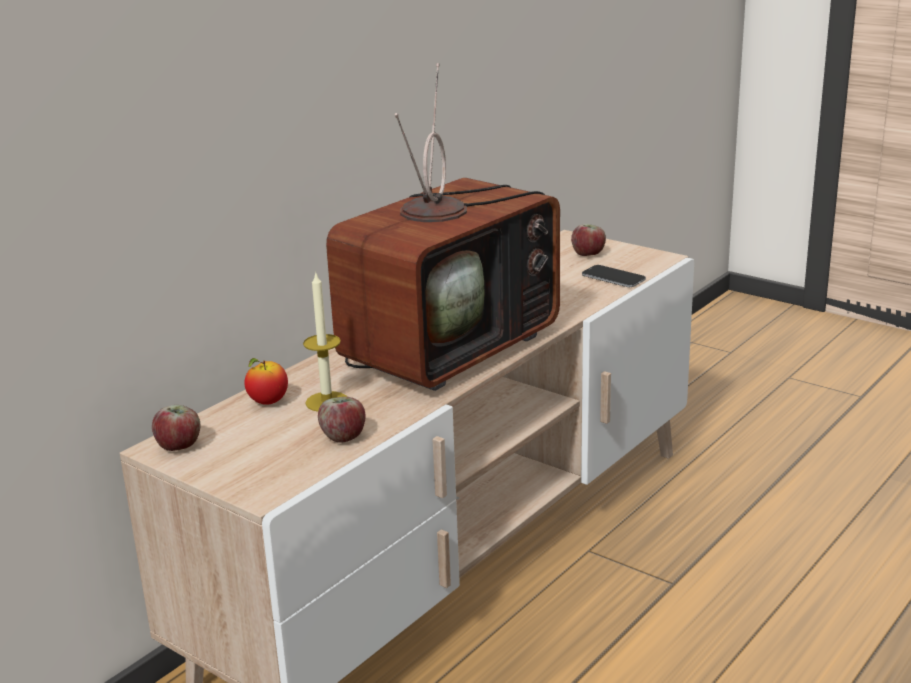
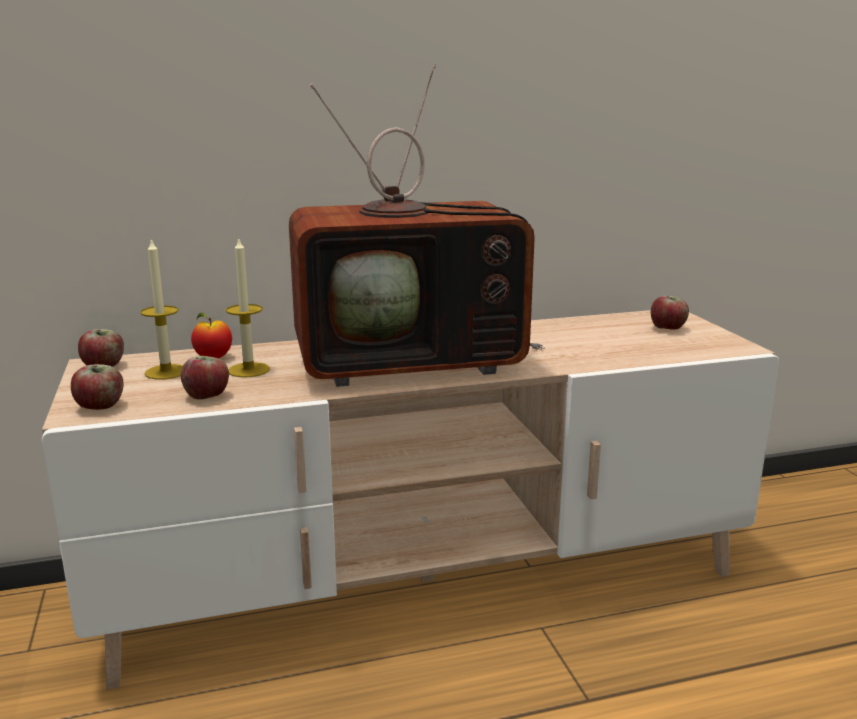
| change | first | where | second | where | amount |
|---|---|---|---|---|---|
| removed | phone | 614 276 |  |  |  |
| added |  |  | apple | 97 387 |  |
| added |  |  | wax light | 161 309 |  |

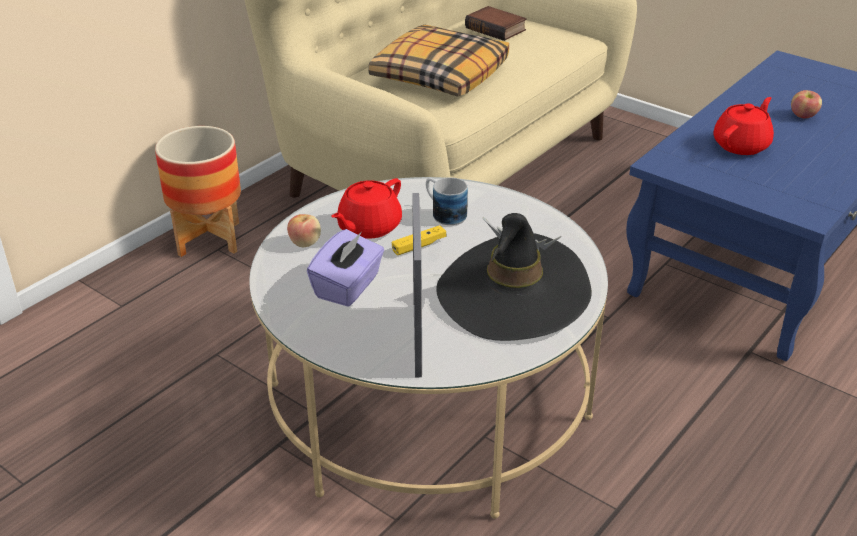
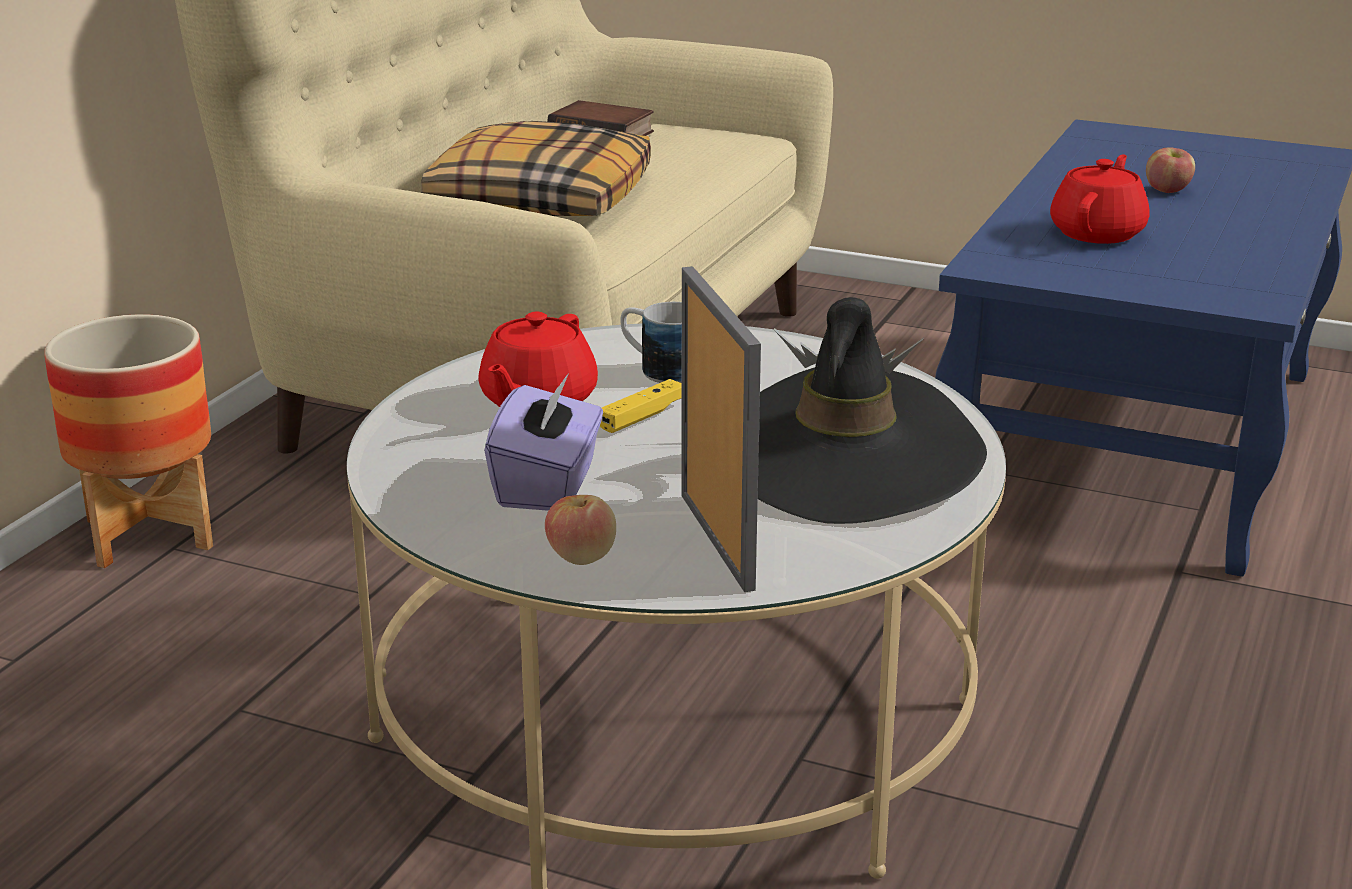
| change | first | where | second | where | amount |
|---|---|---|---|---|---|
| moved | apple | 304 230 |  | 580 530 |  |

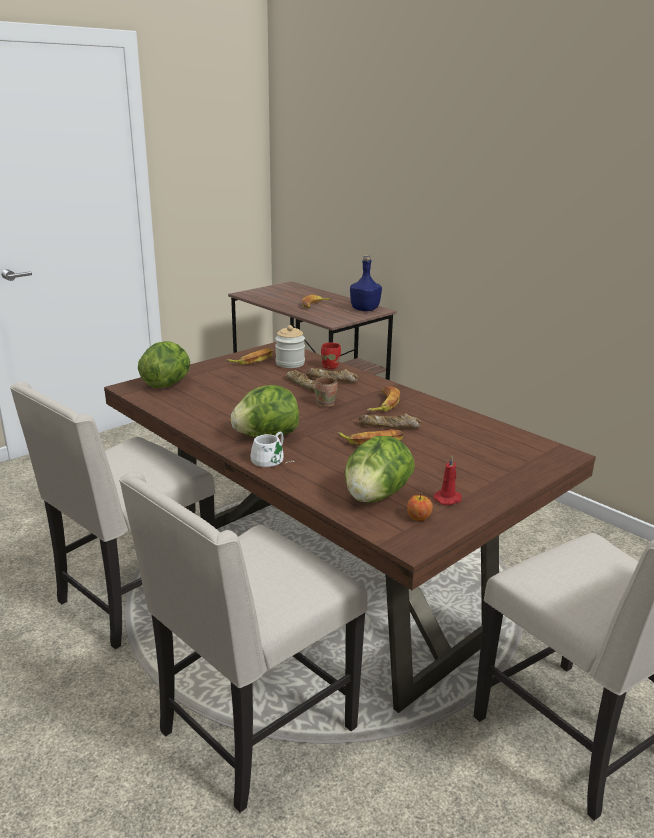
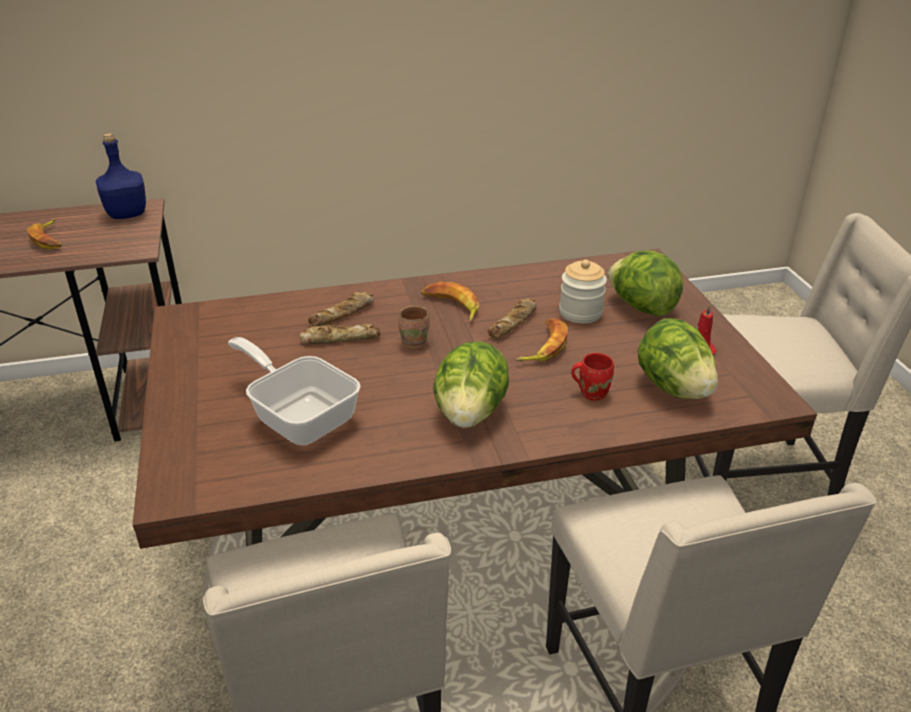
| change | first | where | second | where | amount |
|---|---|---|---|---|---|
| removed | whole banana | 249 356 |  |  |  |
| removed | white-coloured mug | 272 449 |  |  |  |
| removed | apple | 420 507 |  |  |  |
| added |  |  | frying pan | 294 391 |  |
| moved | head of lettuce | 164 364 |  | 645 283 |  |
| moved | preserve jar | 290 346 |  | 583 291 |  |
| moved | red mug | 331 355 |  | 592 377 |  |

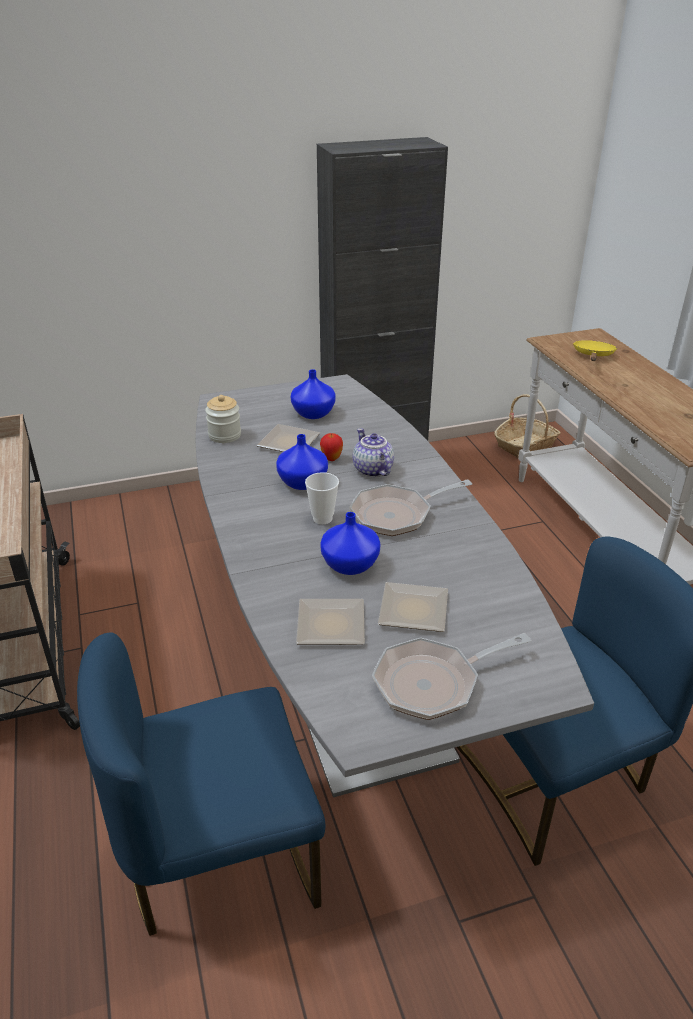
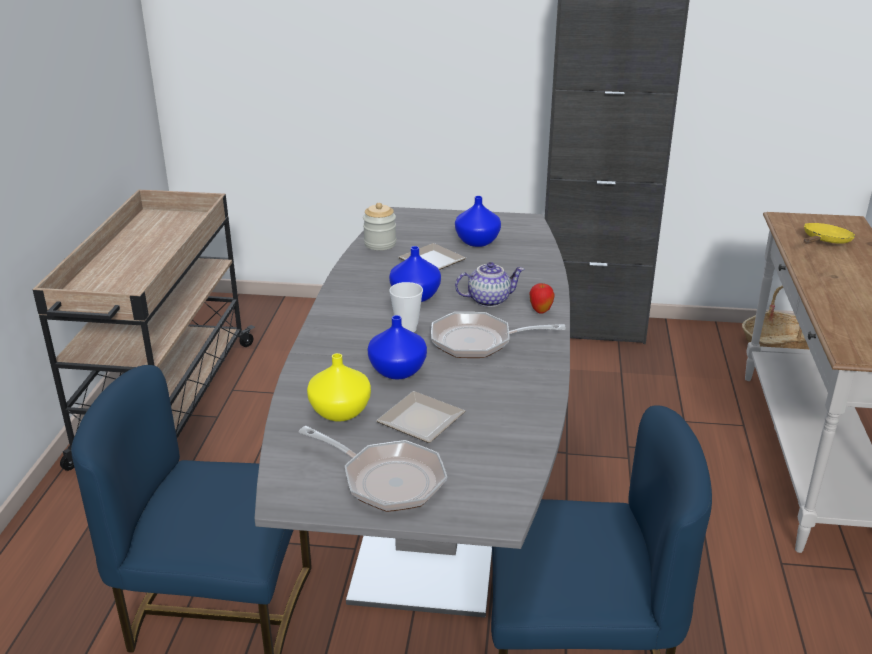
| change | first | where | second | where | amount |
|---|---|---|---|---|---|
| moved | apple | 331 447 |  | 542 298 |  |
| replaced | dinner plate | 330 622 | yellowish decorative vase | 339 387 |  |
| turned | tea pot | 373 452 |  | 490 284 | 75 degrees clockwise |
| turned | frying pan | 451 676 |  | 373 469 | 150 degrees counterclockwise |

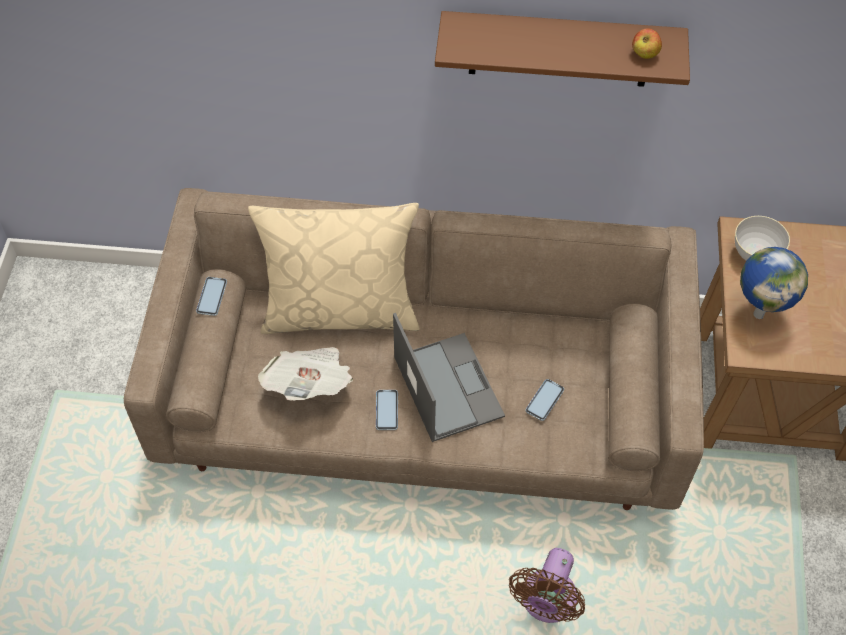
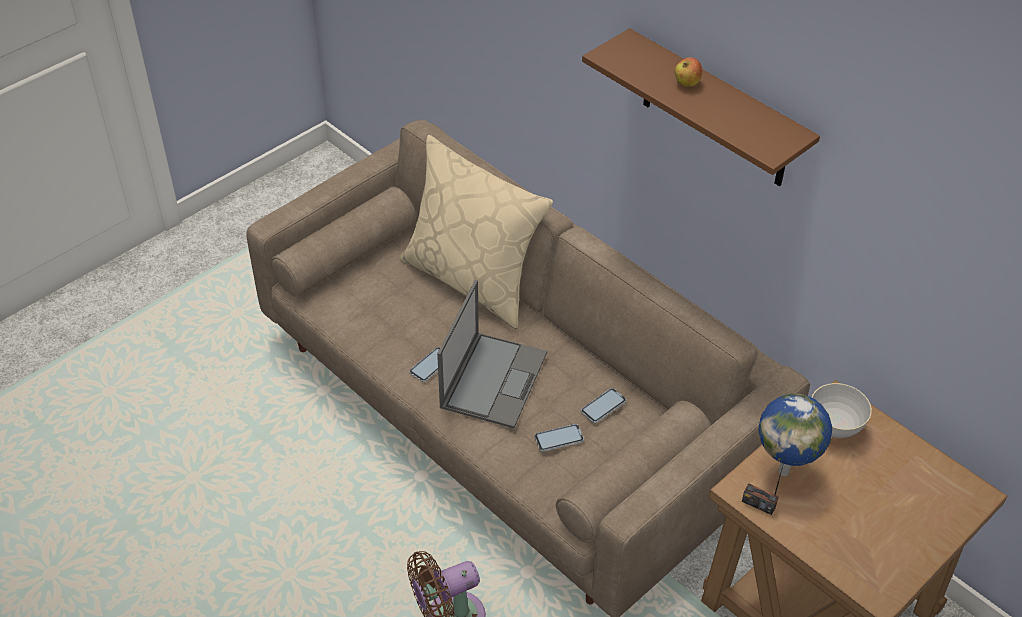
| change | first | where | second | where | amount |
|---|---|---|---|---|---|
| removed | printed paper | 305 374 |  |  |  |
| added |  |  | radio set | 764 485 |  |
| moved | phone | 211 296 |  | 603 405 |  |
| moved | apple | 647 44 |  | 689 72 |  |

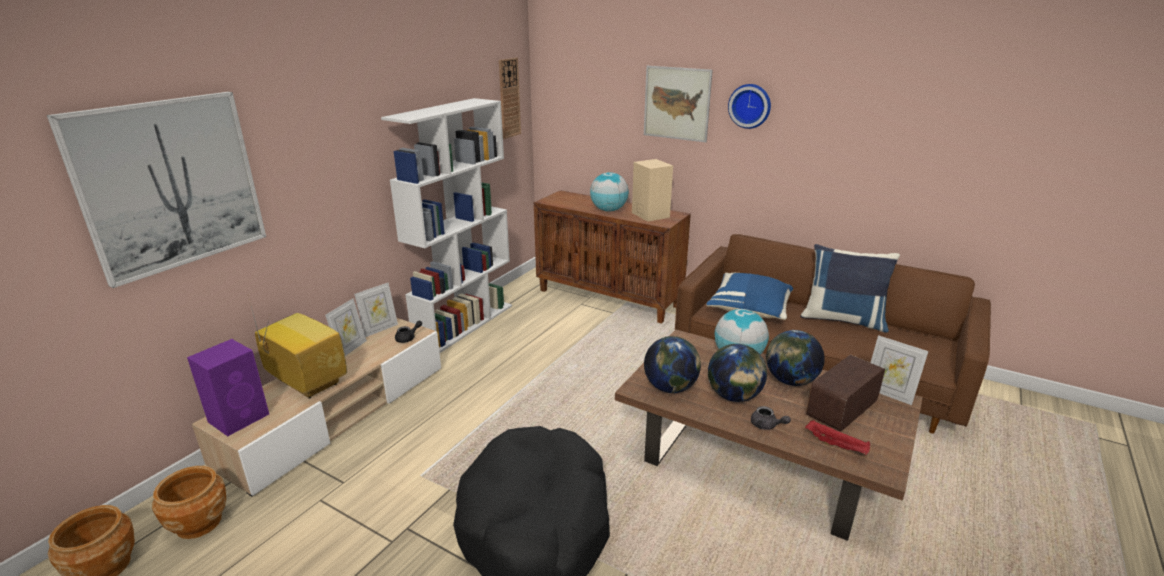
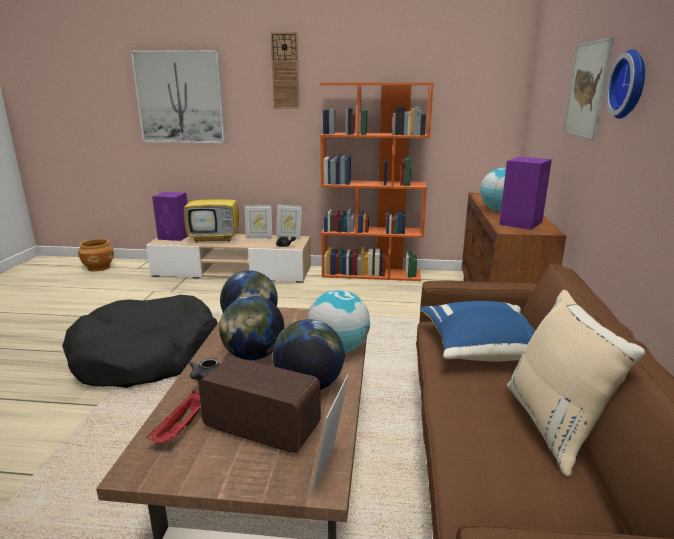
| change | first | where | second | where | amount |
|---|---|---|---|---|---|
| removed | brown planter | 189 502 |  |  |  |
| moved | hanging clock | 510 98 |  | 285 70 |  |
| recoloured | white-coloured shelving unit | 446 225 | orangey shelving unit | 377 182 |  |
| recoloured | beige-coloured speaker | 652 190 | purple speaker | 525 193 |  |
| recoloured | bluish throw pillow | 850 288 | beige-coloured throw pillow | 576 383 |  |
| turned | TV set | 297 347 |  | 211 207 | 75 degrees clockwise |

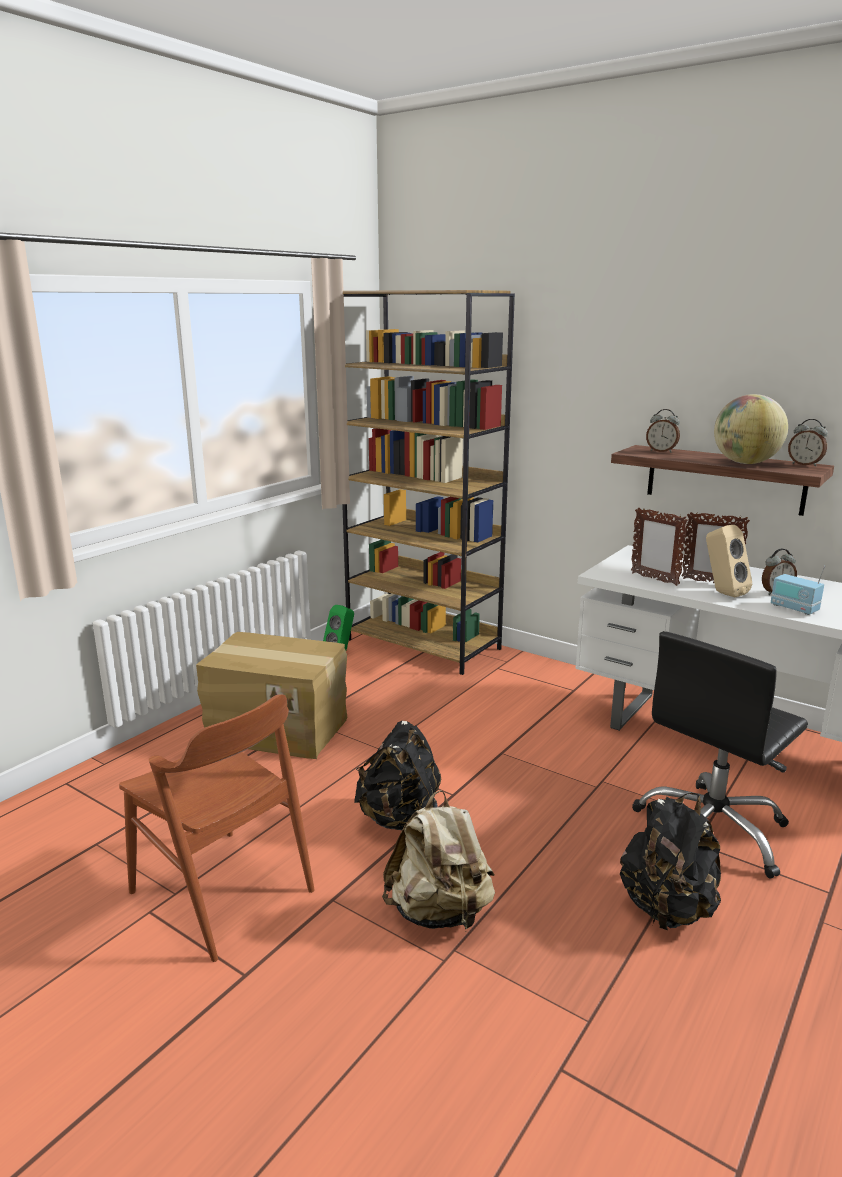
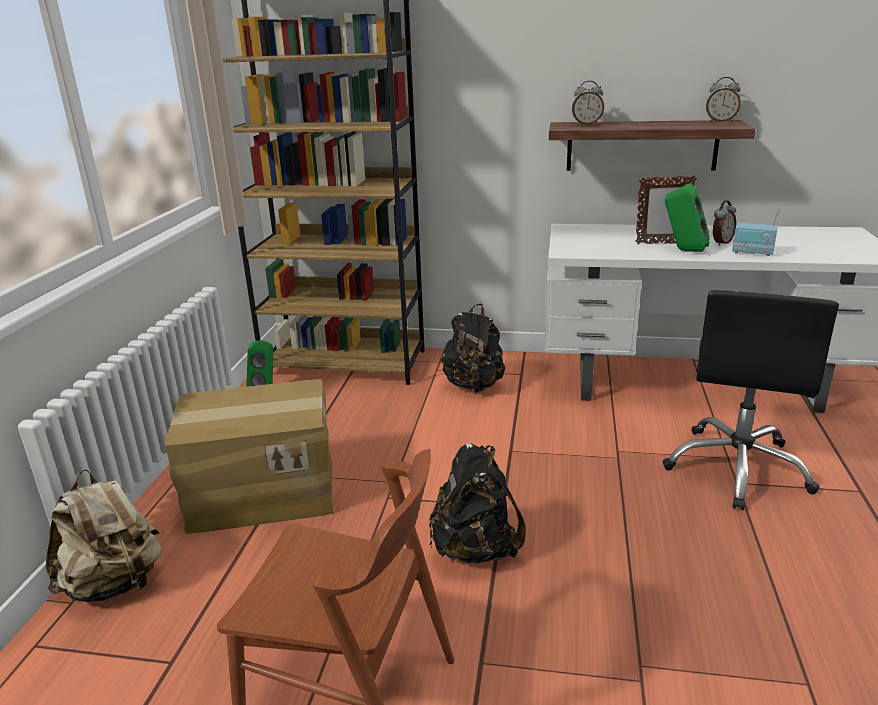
| change | first | where | second | where | amount |
|---|---|---|---|---|---|
| removed | picture frame | 659 547 |  |  |  |
| removed | desk globe | 751 429 |  |  |  |
| moved | beige-coloured backpack | 438 861 |  | 104 535 |  |
| moved | blackish backpack | 670 862 |  | 473 348 |  |
| recoloured | beige-coloured speaker | 729 561 | green speaker | 687 218 |  |

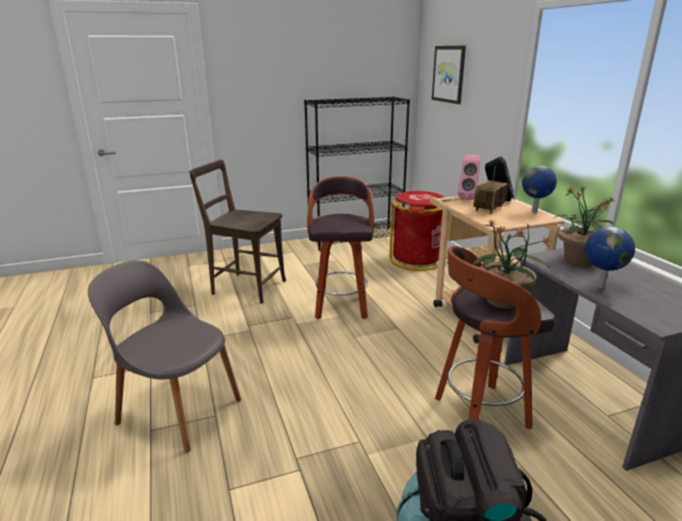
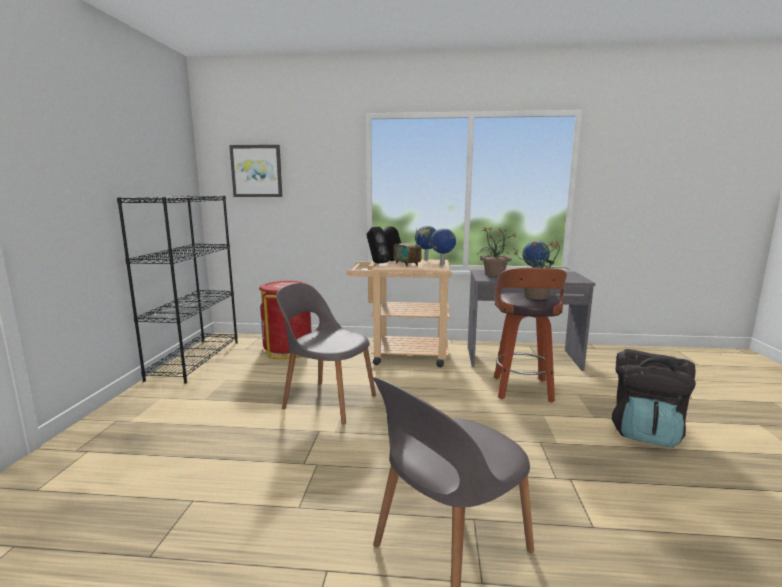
| change | first | where | second | where | amount |
|---|---|---|---|---|---|
| removed | brown plain chair | 237 231 |  |  |  |
| added |  |  | desk globe | 443 247 |  |
| replaced | sitting stool | 340 247 | greyish plain chair | 326 353 |  |
| recoloured | pink-coloured speaker | 469 177 | blackish speaker | 378 245 |  |

